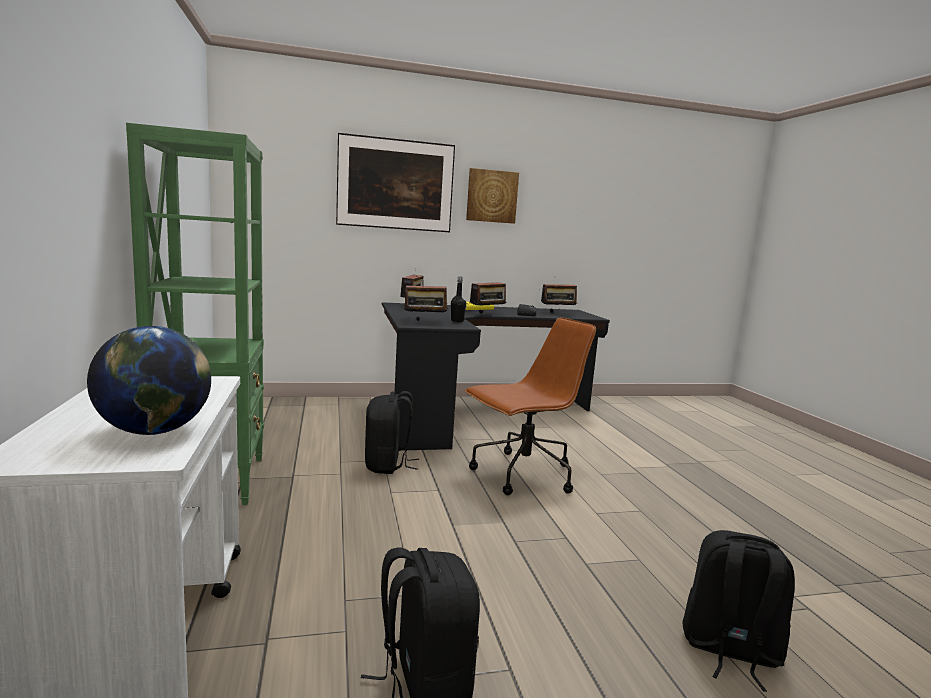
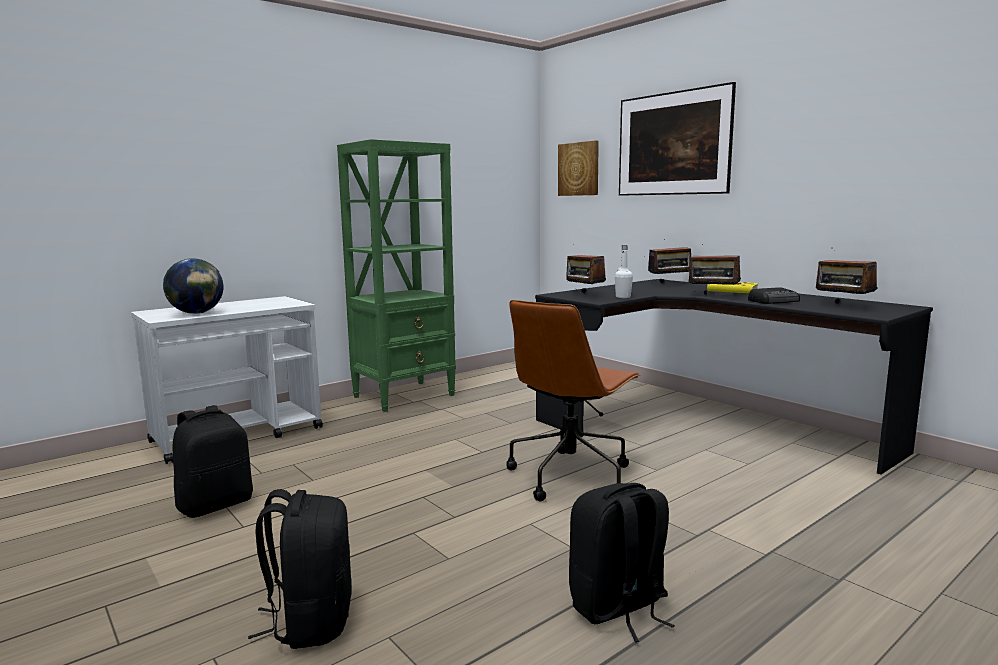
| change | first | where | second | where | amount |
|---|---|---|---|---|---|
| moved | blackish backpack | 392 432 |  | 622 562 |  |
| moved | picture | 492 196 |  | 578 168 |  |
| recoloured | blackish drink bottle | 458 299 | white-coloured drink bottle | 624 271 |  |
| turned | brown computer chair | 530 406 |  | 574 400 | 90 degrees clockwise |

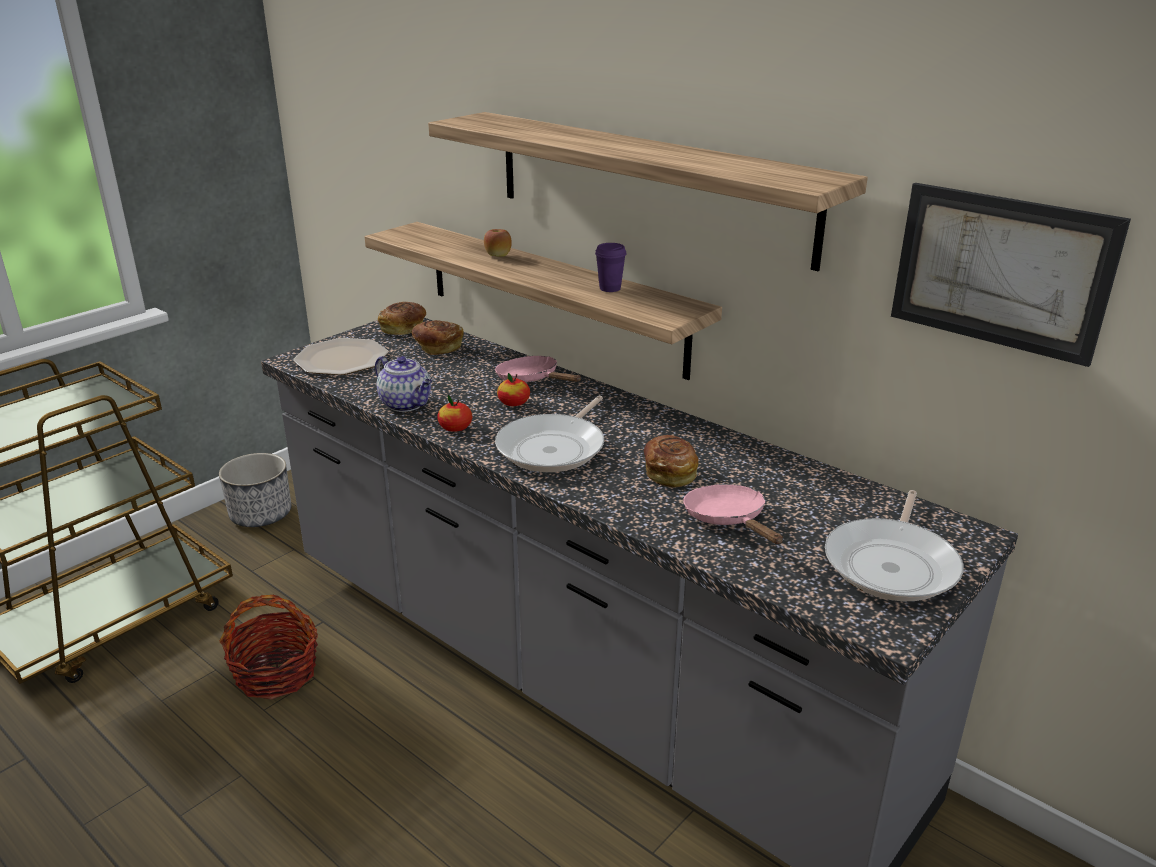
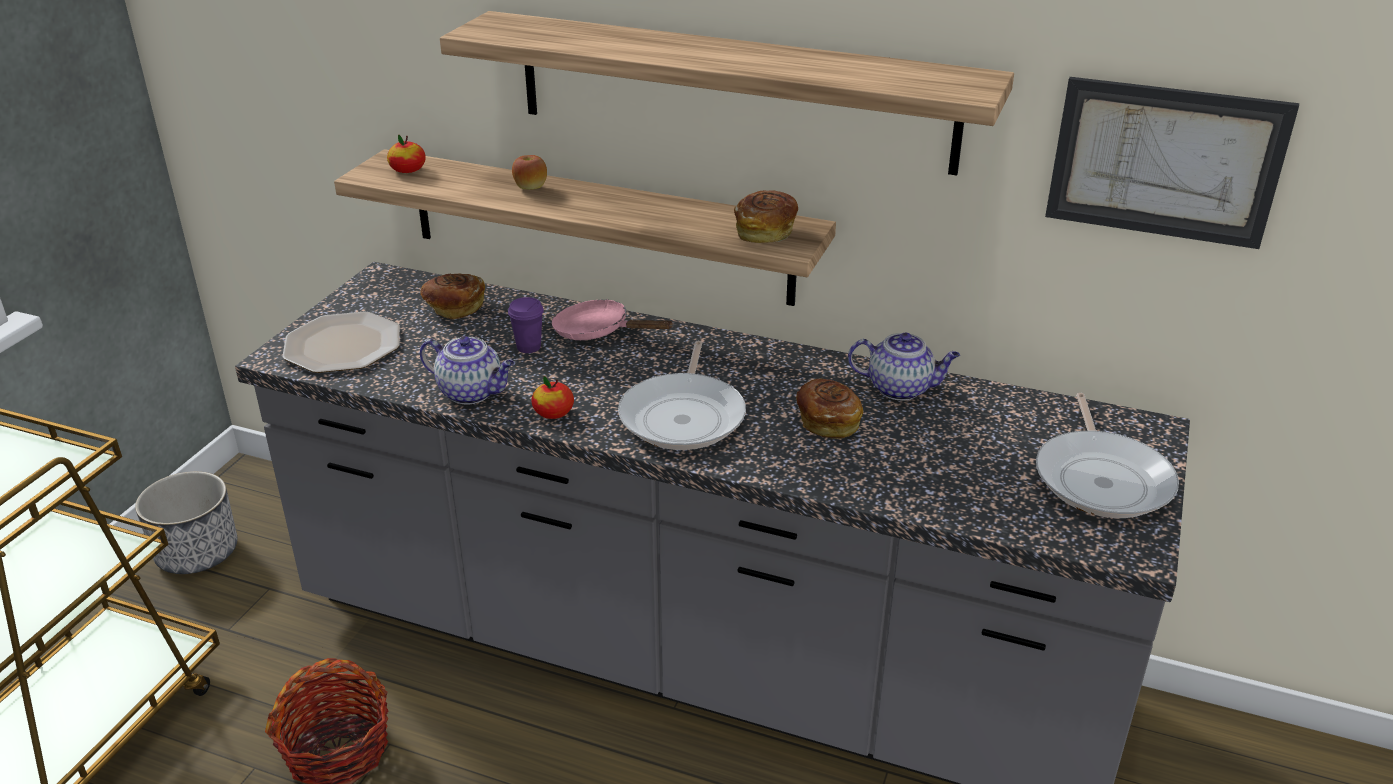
| change | first | where | second | where | amount |
|---|---|---|---|---|---|
| removed | pink-coloured frying pan | 733 514 |  |  |  |
| added |  |  | tea pot | 904 366 |  |
| moved | bread | 402 318 |  | 766 216 |  |
| moved | apple | 513 389 |  | 406 154 |  |
| moved | purple small cup | 611 267 |  | 526 325 |  |

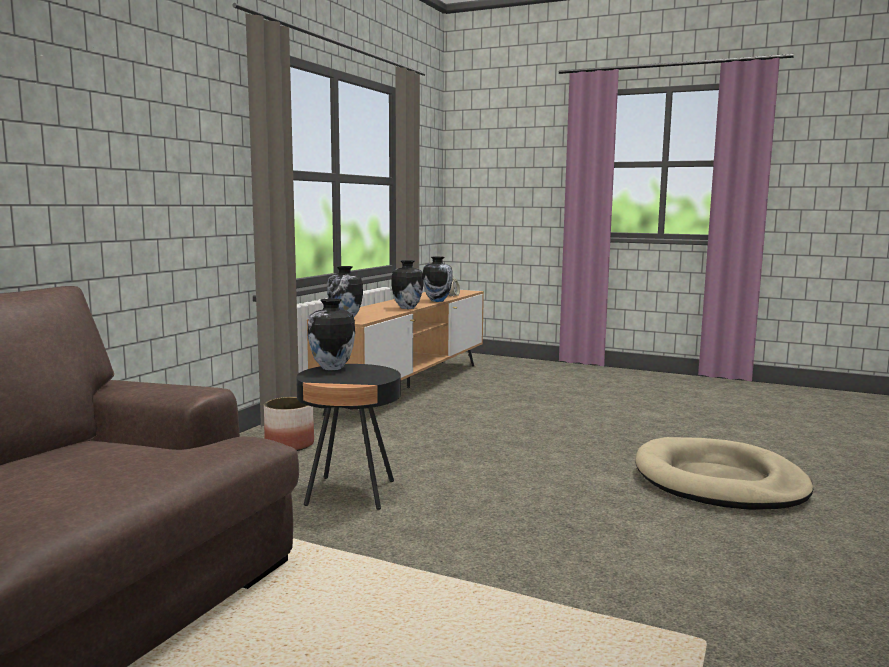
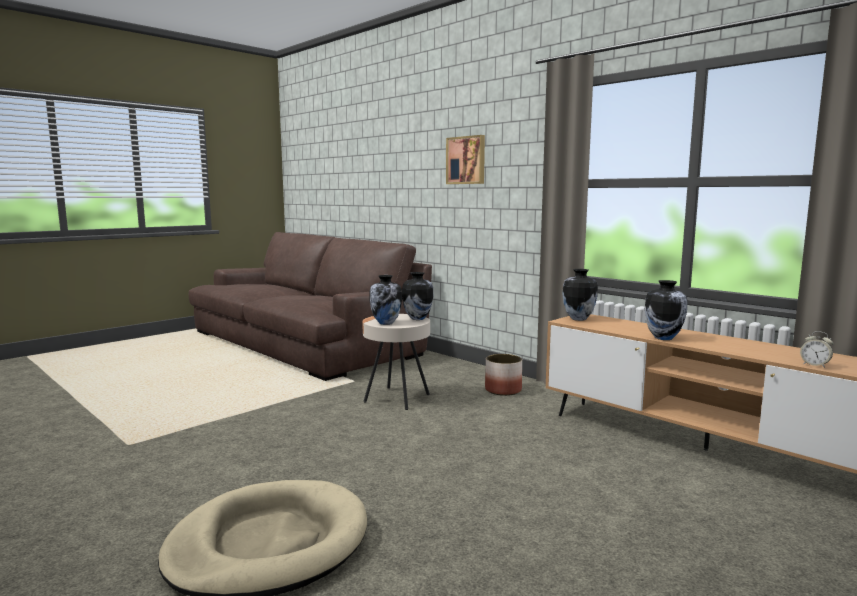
| change | first | where | second | where | amount |
|---|---|---|---|---|---|
| added |  |  | picture | 465 159 |  |
| moved | decorative vase | 438 279 |  | 385 300 |  |
| recoloured | blackish side table | 348 437 | beige-coloured side table | 396 362 |  |

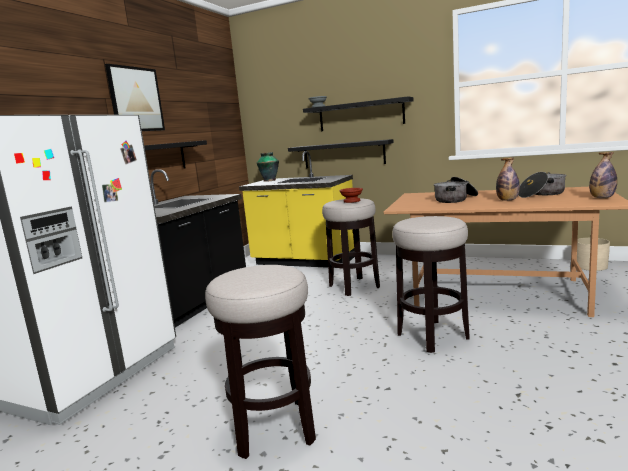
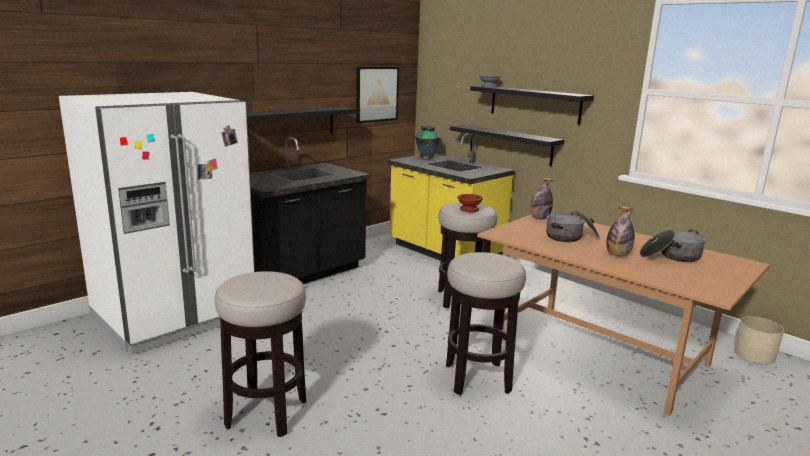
| change | first | where | second | where | amount |
|---|---|---|---|---|---|
| moved | picture | 135 97 |  | 377 95 |  |
| moved | drink bottle | 603 175 |  | 541 198 |  |

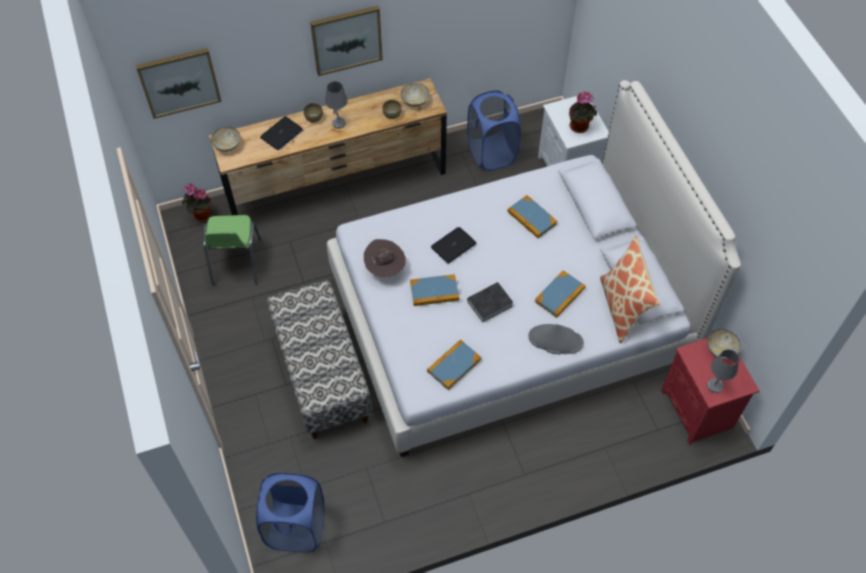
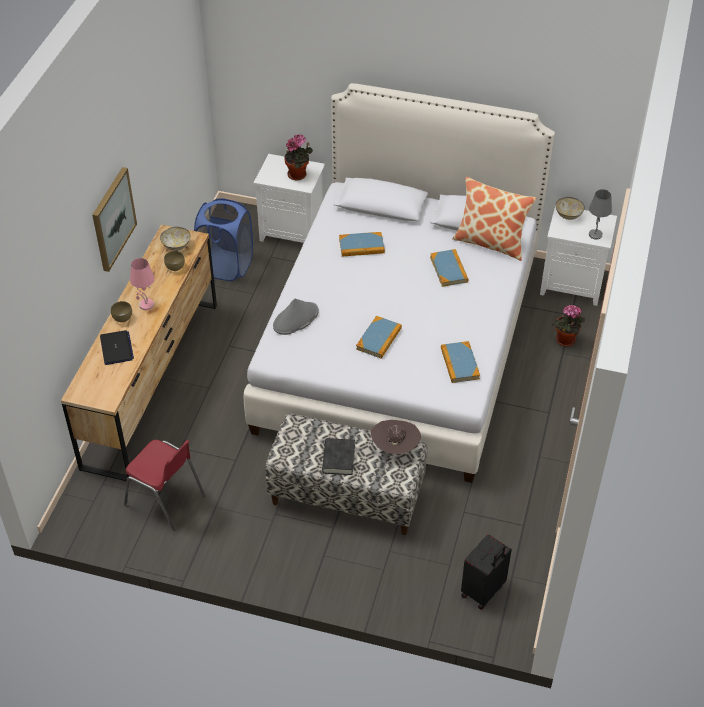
| change | first | where | second | where | amount |
|---|---|---|---|---|---|
| removed | picture | 179 83 |  |  |  |
| removed | deep dish | 225 139 |  |  |  |
| removed | portable computer | 454 245 |  |  |  |
| moved | potted plant | 196 202 |  | 568 326 |  |
| moved | brown wearable hat | 385 258 |  | 395 437 |  |
| moved | blackish bound book | 490 302 |  | 338 456 |  |
| moved | greyish wearable hat | 556 339 |  | 296 317 |  |
| replaced | bluish hamper | 290 512 | blackish suitcase | 486 572 |  |
| recoloured | green plain chair | 232 250 | red plain chair | 165 485 |  |
| recoloured | greyish lamp for a table | 336 105 | pink-coloured lamp for a table | 142 284 |  |
| recoloured | red bedside table | 710 391 | white-coloured bedside table | 578 255 |  |

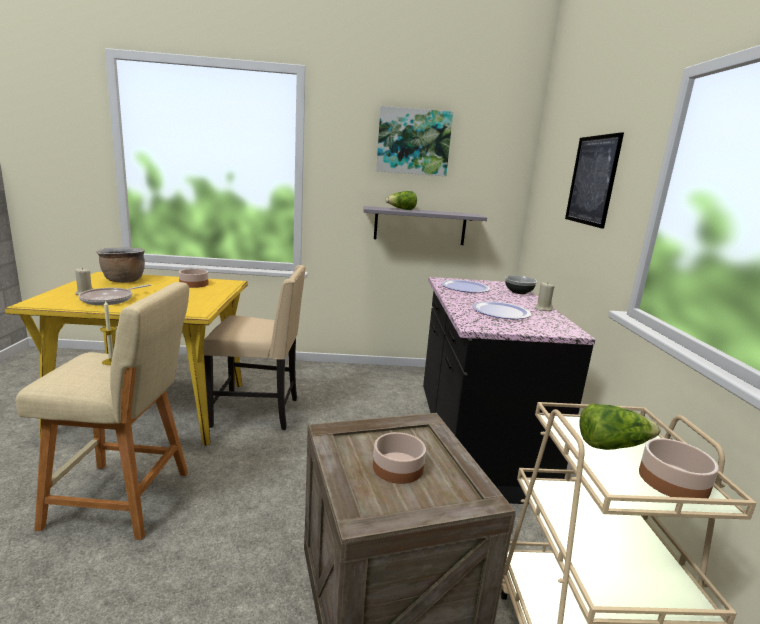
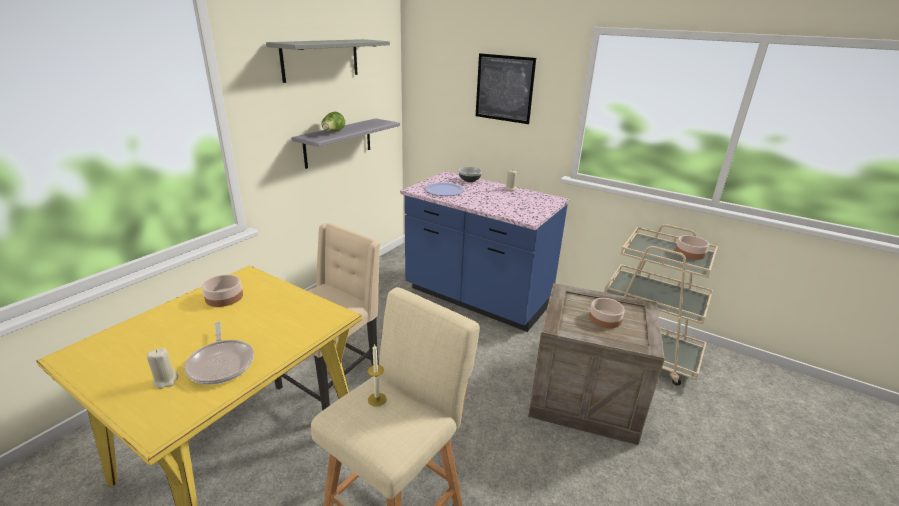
| change | first | where | second | where | amount |
|---|---|---|---|---|---|
| removed | brown stockpot | 120 265 |  |  |  |
| removed | dinner plate | 501 310 |  |  |  |
| removed | head of lettuce | 620 426 |  |  |  |
| replaced | picture | 414 141 | greyish wall shelf | 328 61 |  |
| recoloured | blackish kitchen counter | 509 390 | bluish kitchen counter | 485 251 |  |

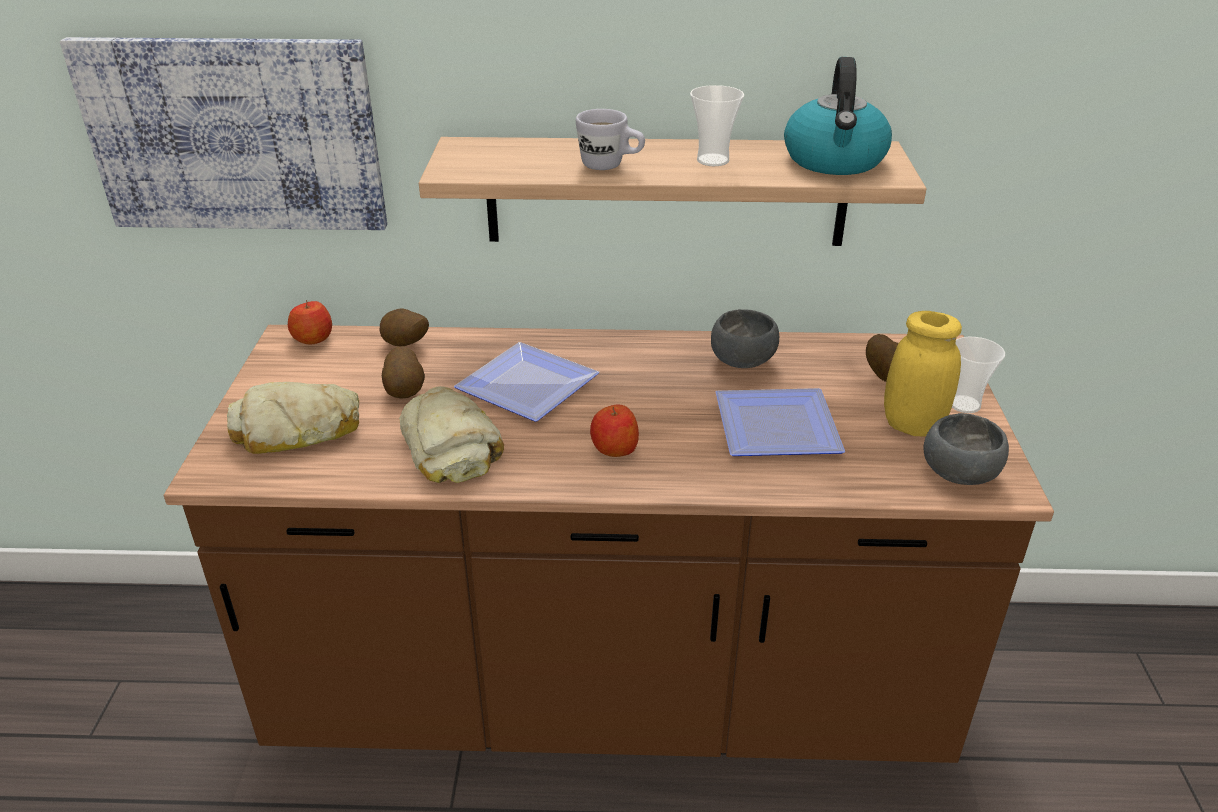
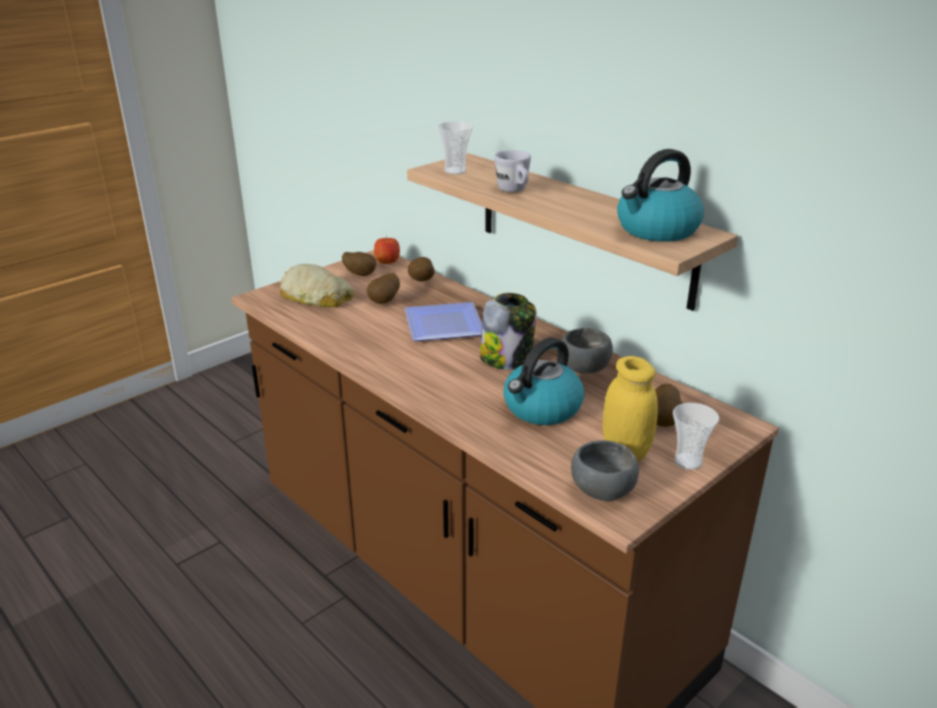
| change | first | where | second | where | amount |
|---|---|---|---|---|---|
| removed | picture | 223 133 |  |  |  |
| removed | bread | 451 434 |  |  |  |
| removed | apple | 614 430 |  |  |  |
| added |  |  | spud | 359 264 |  |
| added |  |  | preserve jar | 508 331 |  |
| moved | small cup | 717 125 |  | 455 147 |  |
| replaced | dinner plate | 780 422 | kettle | 543 381 |  |

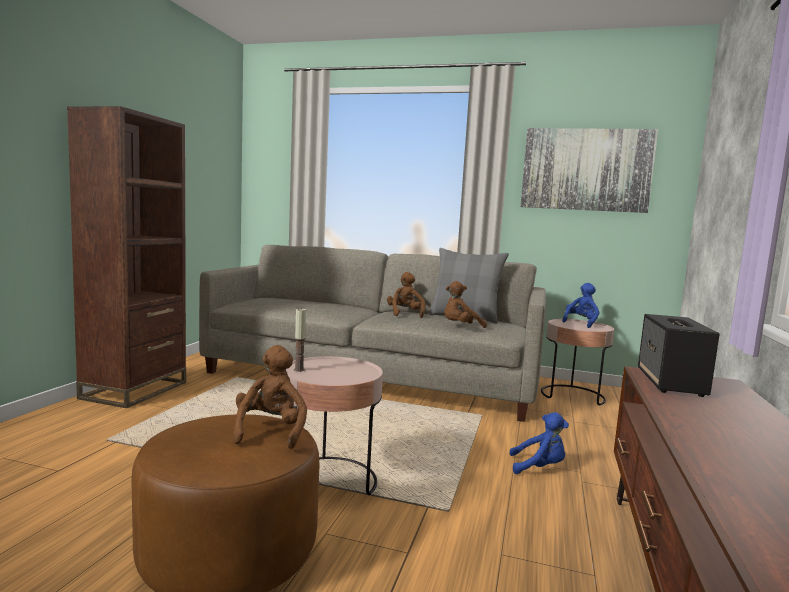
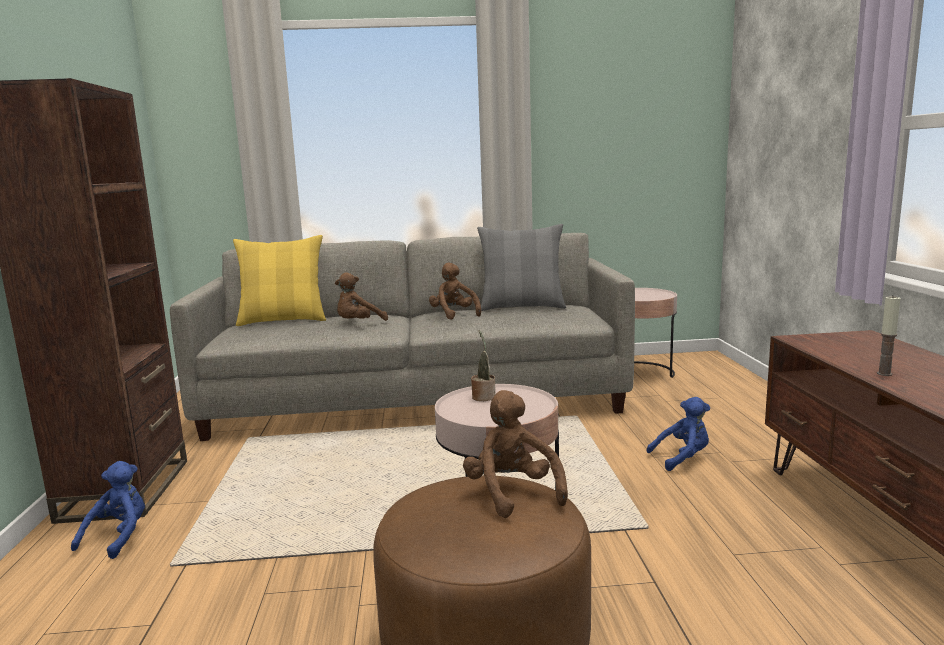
| change | first | where | second | where | amount |
|---|---|---|---|---|---|
| removed | picture | 589 170 |  |  |  |
| removed | speaker | 678 355 |  |  |  |
| added |  |  | yellowish throw pillow | 279 280 |  |
| added |  |  | potted plant | 483 365 |  |
| moved | wax light | 300 340 |  | 888 336 |  |
| moved | brown soft toy | 465 304 |  | 361 296 |  |
| moved | bluish soft toy | 580 305 |  | 108 510 |  |

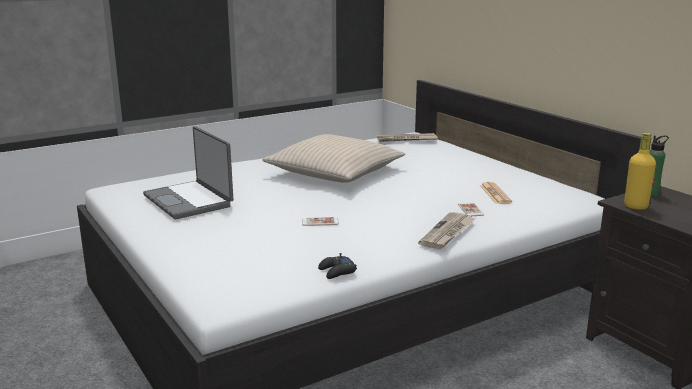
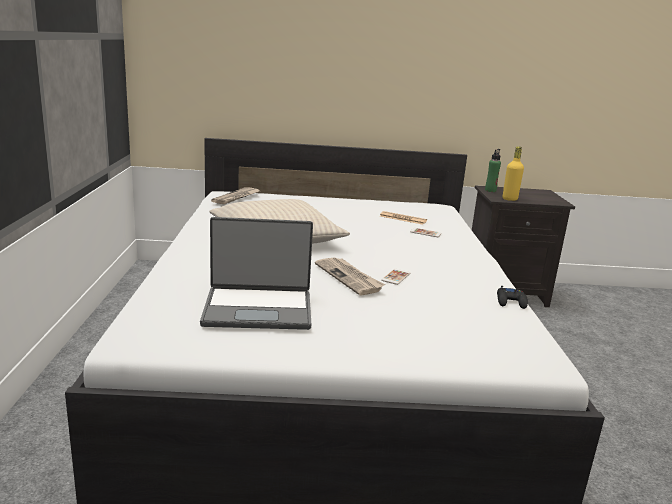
| change | first | where | second | where | amount |
|---|---|---|---|---|---|
| moved | printed paper | 447 230 |  | 350 277 |  |

